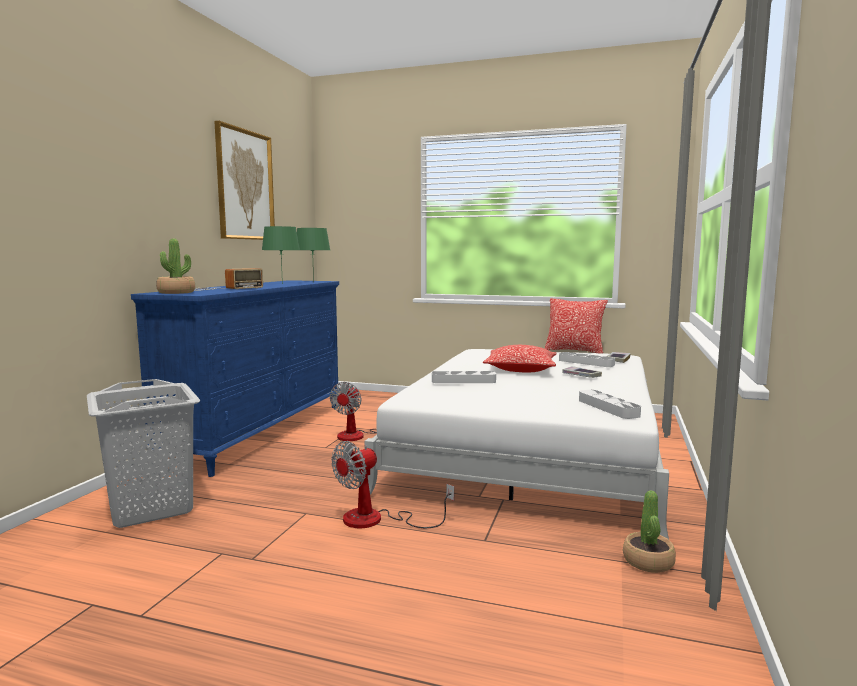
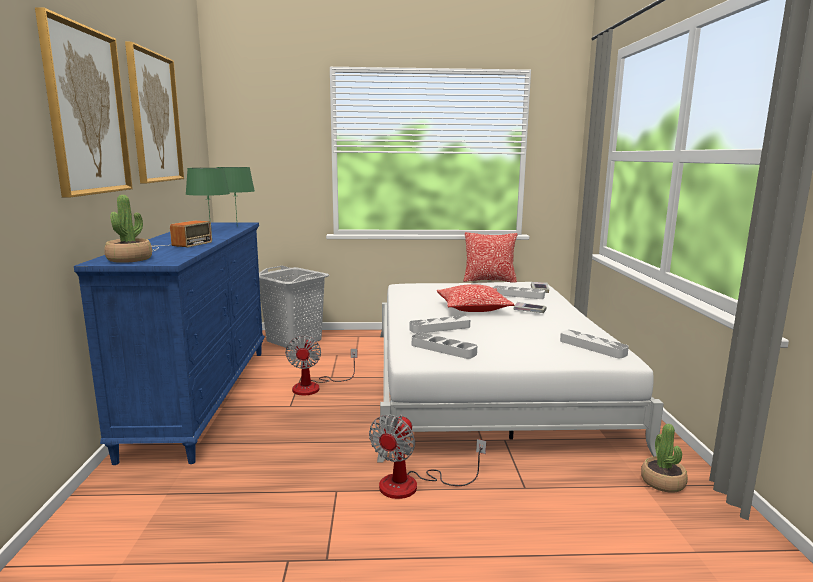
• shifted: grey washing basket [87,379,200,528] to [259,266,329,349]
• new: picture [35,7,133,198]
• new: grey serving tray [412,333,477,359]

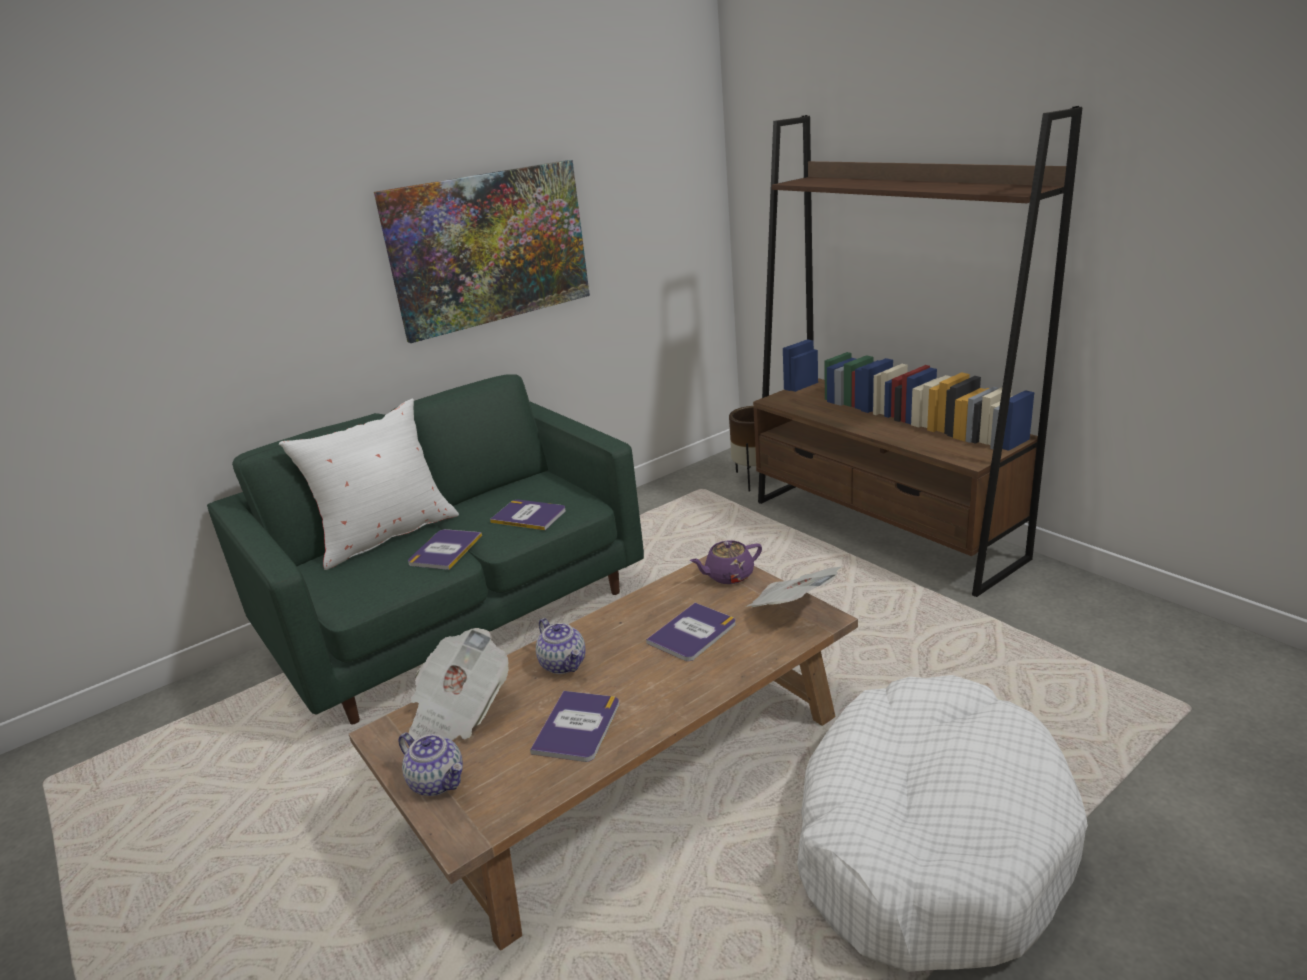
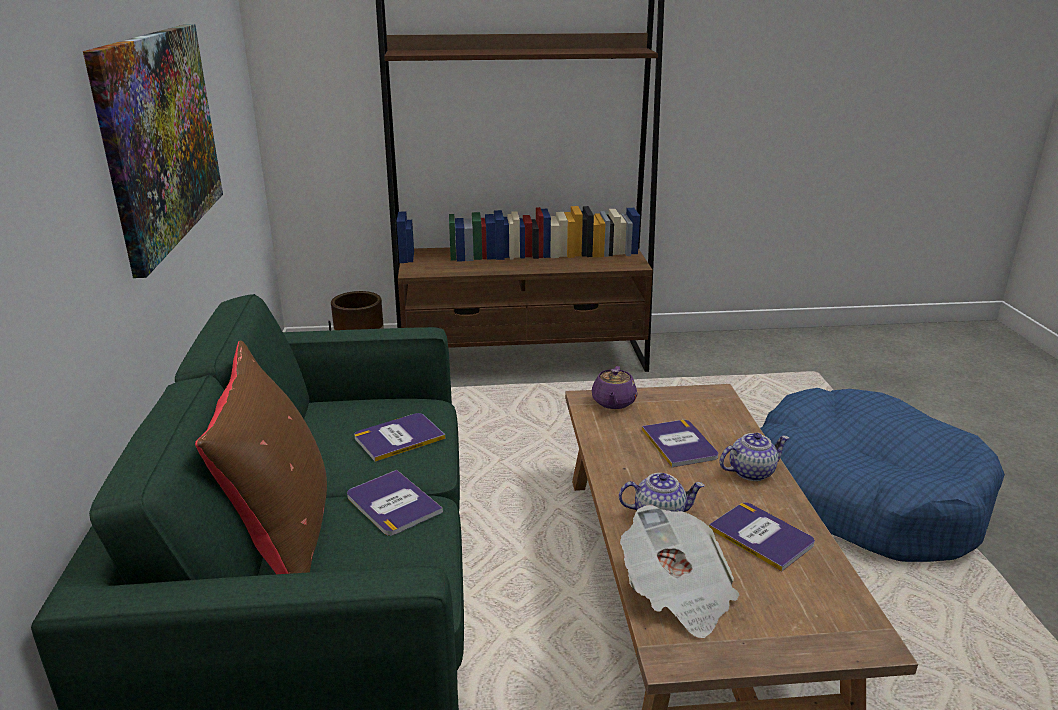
• repainted: whitish throw pillow [279,399,459,570] to brown throw pillow [195,341,327,574]
• shifted: teapot [398,733,463,796] to [720,433,789,481]
• gone: daily paper [746,566,843,607]
• repainted: whitish dog cushion [797,675,1088,972] to blue dog cushion [760,388,1005,562]

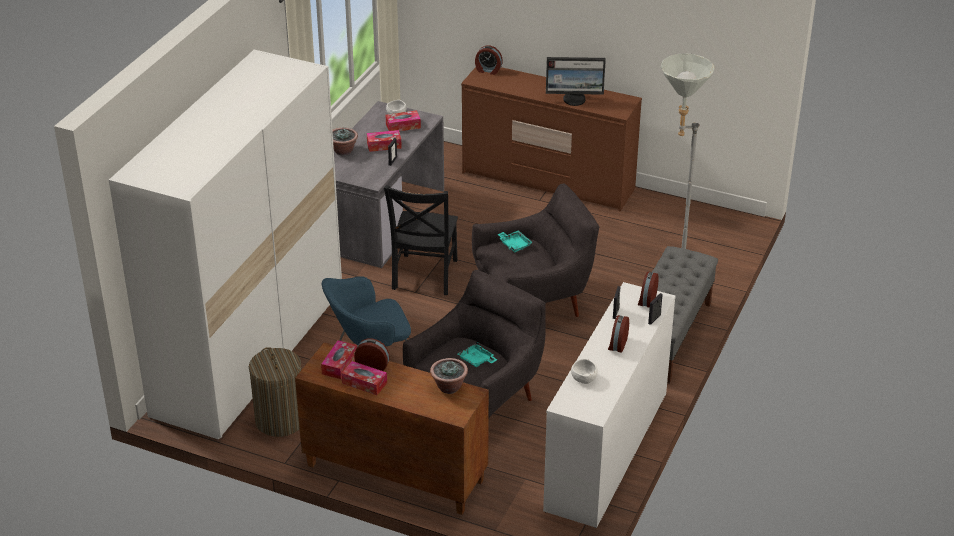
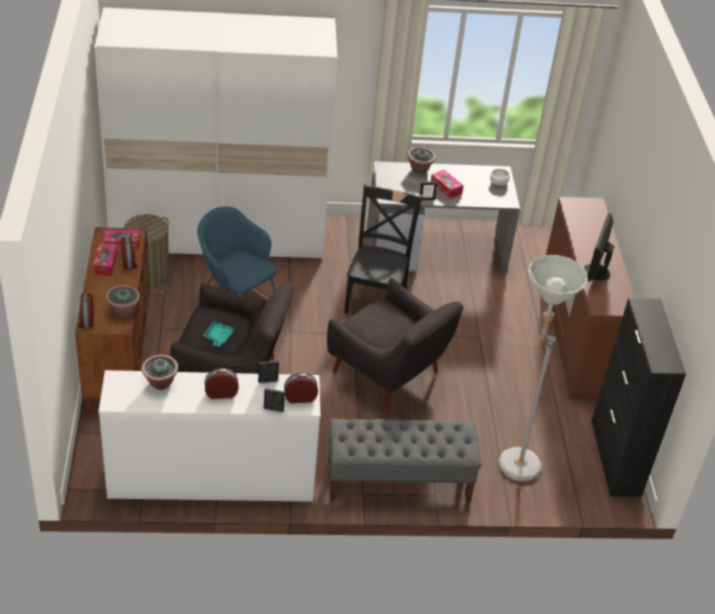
• rotated: blackish chair [384,185,458,295] = [344,183,422,314] 120 degrees clockwise
• gone: tissue holder [386,110,421,131]
• shifted: bedside clock [475,45,502,75] to [79,294,94,328]
• gone: blue-green serving tray [497,230,533,252]
• rotated: computer display [546,57,606,106] = [584,213,614,282] 45 degrees clockwise
• swapped: whitish serving bowl [571,359,598,384] to potted plant [142,355,178,390]
• new: blackish cupboard [591,298,686,497]

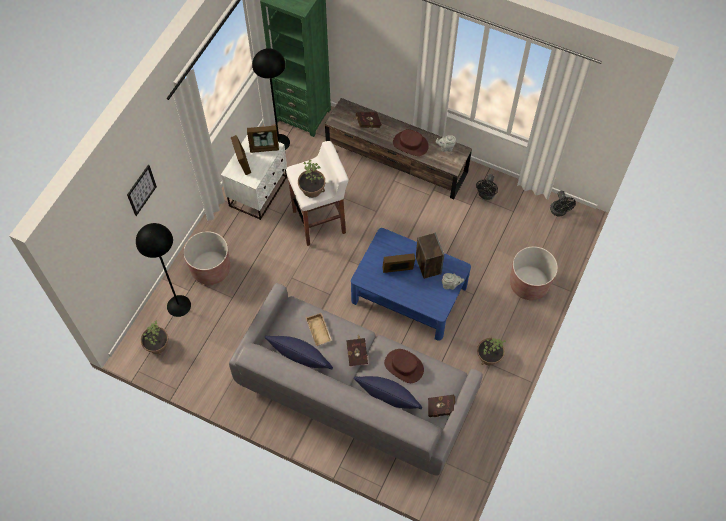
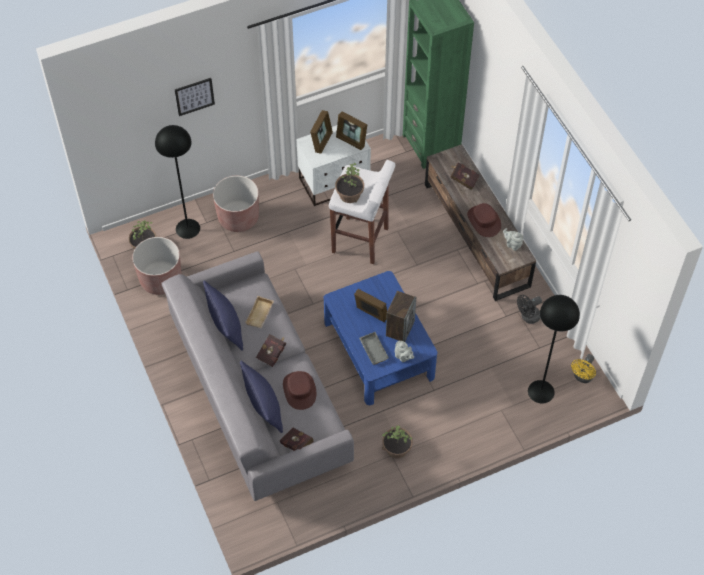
• shifted: blackish floor lamp [252,48,290,150] to [528,295,580,403]
• shifted: brown flower pot [510,246,558,300] to [132,237,182,295]
• repainted: blackish cooling fan [550,191,576,216] to yellow cooling fan [571,354,596,383]
• new: grey serving tray [359,332,389,365]

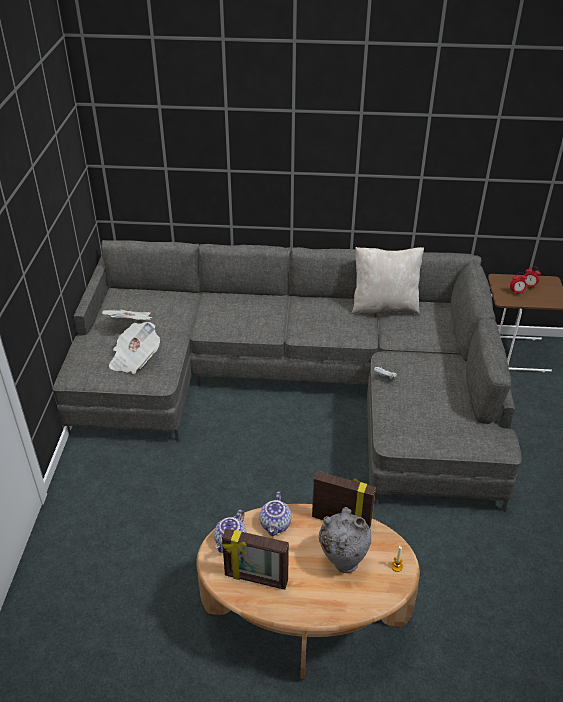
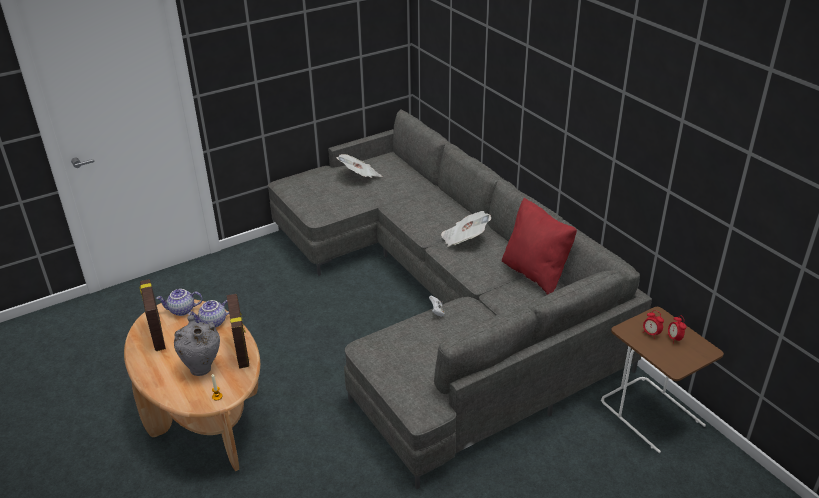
• shifted: daily paper [109,322,160,374] to [441,211,491,247]
• repainted: beige throw pillow [351,247,424,314] to reddish throw pillow [502,197,577,295]

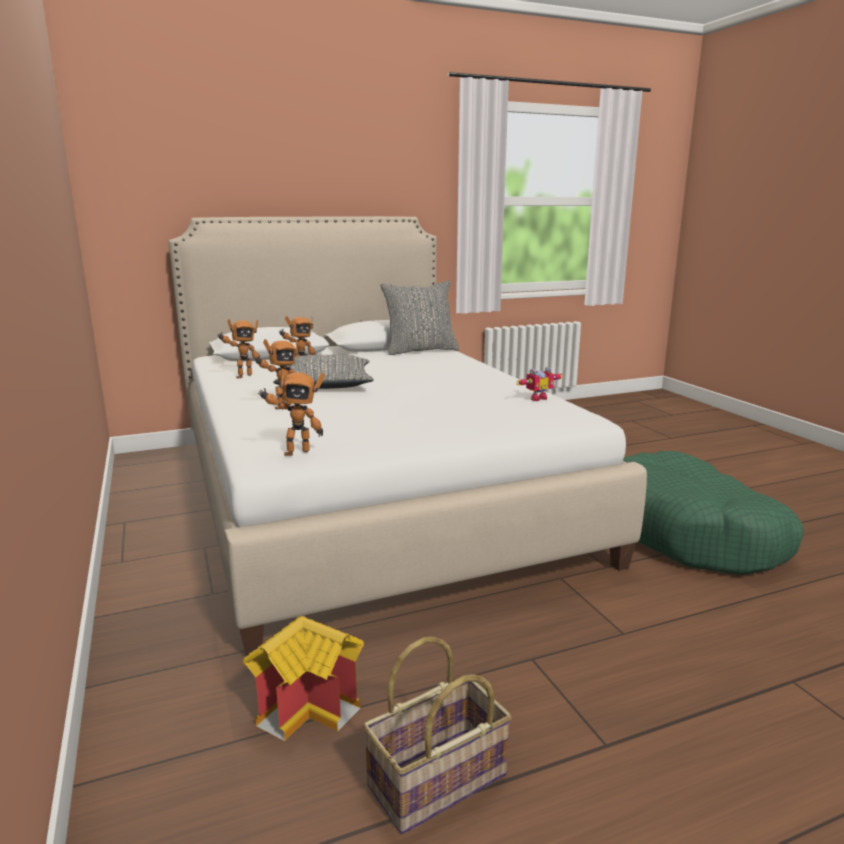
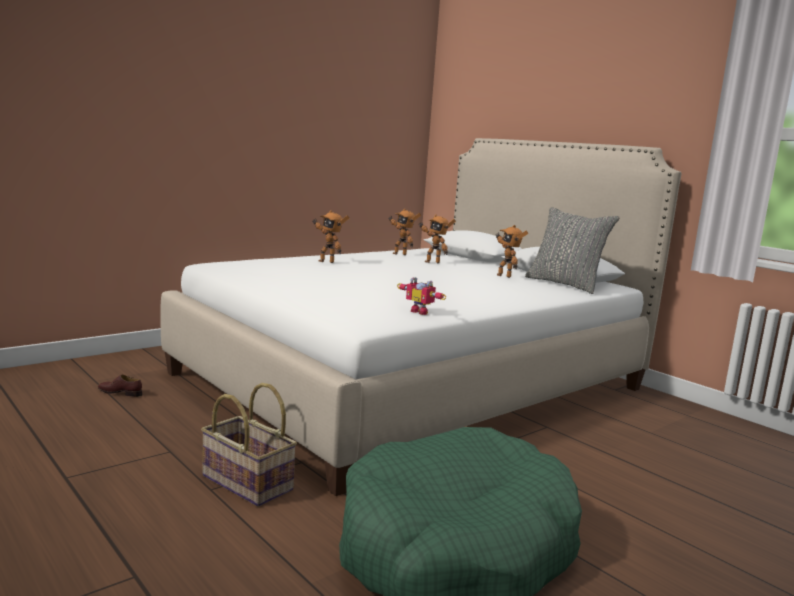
• swapped: model house [243,616,364,741] to brown item of footwear [98,374,142,397]
• shifted: model robot [258,369,325,456] to [496,225,528,278]
• gone: grey throw pillow [273,354,374,389]
• shifted: household basket [363,637,512,834] to [201,383,297,507]

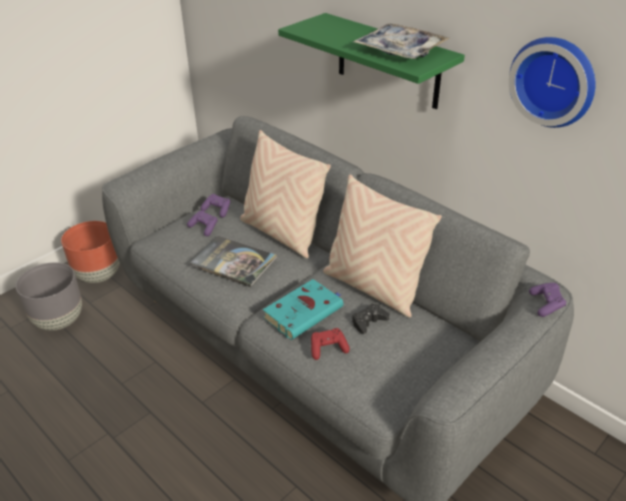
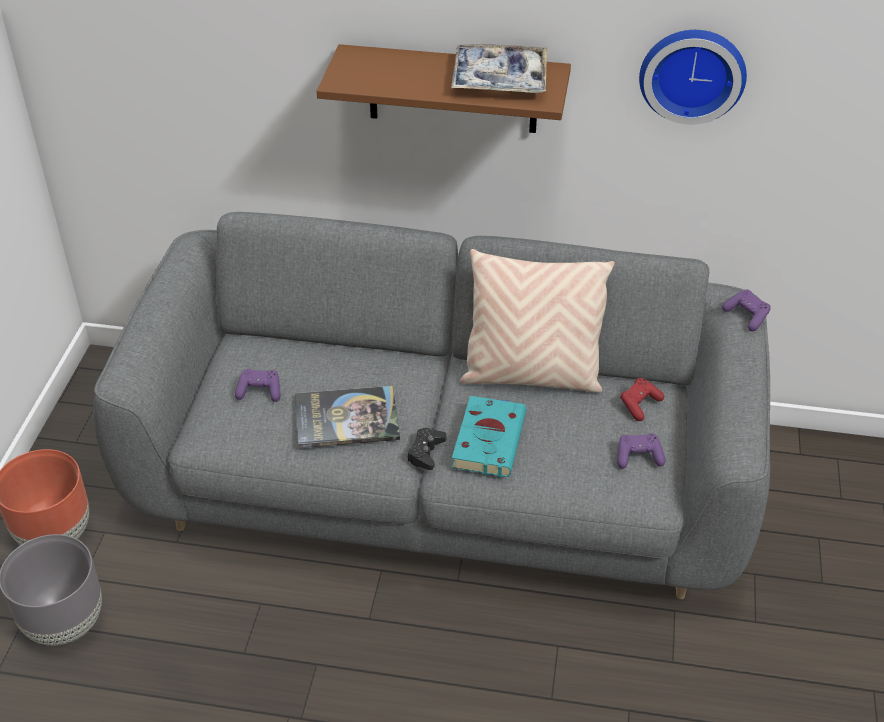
• shifted: purple joypad [201,194,230,218] to [617,433,666,469]
• gone: beige throw pillow [240,130,331,258]
• repainted: green wall shelf [278,13,465,109] to brown wall shelf [317,44,571,133]
• shifted: reddish joypad [311,328,350,360] to [620,378,664,421]
• shifted: blackish joypad [352,304,390,334] to [407,428,446,470]

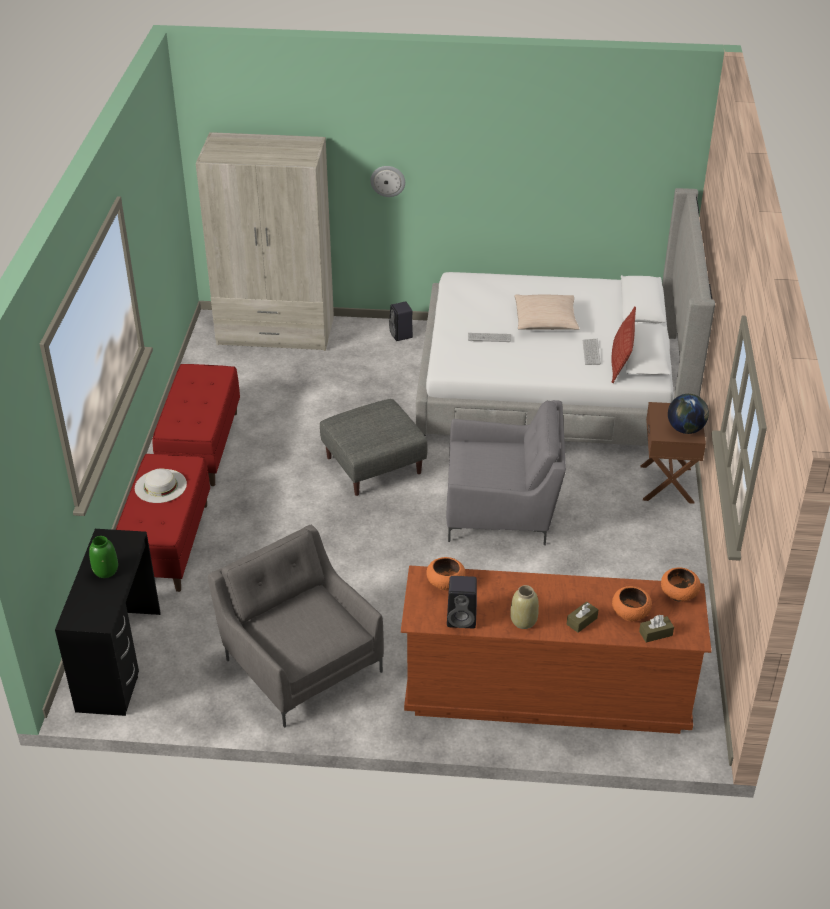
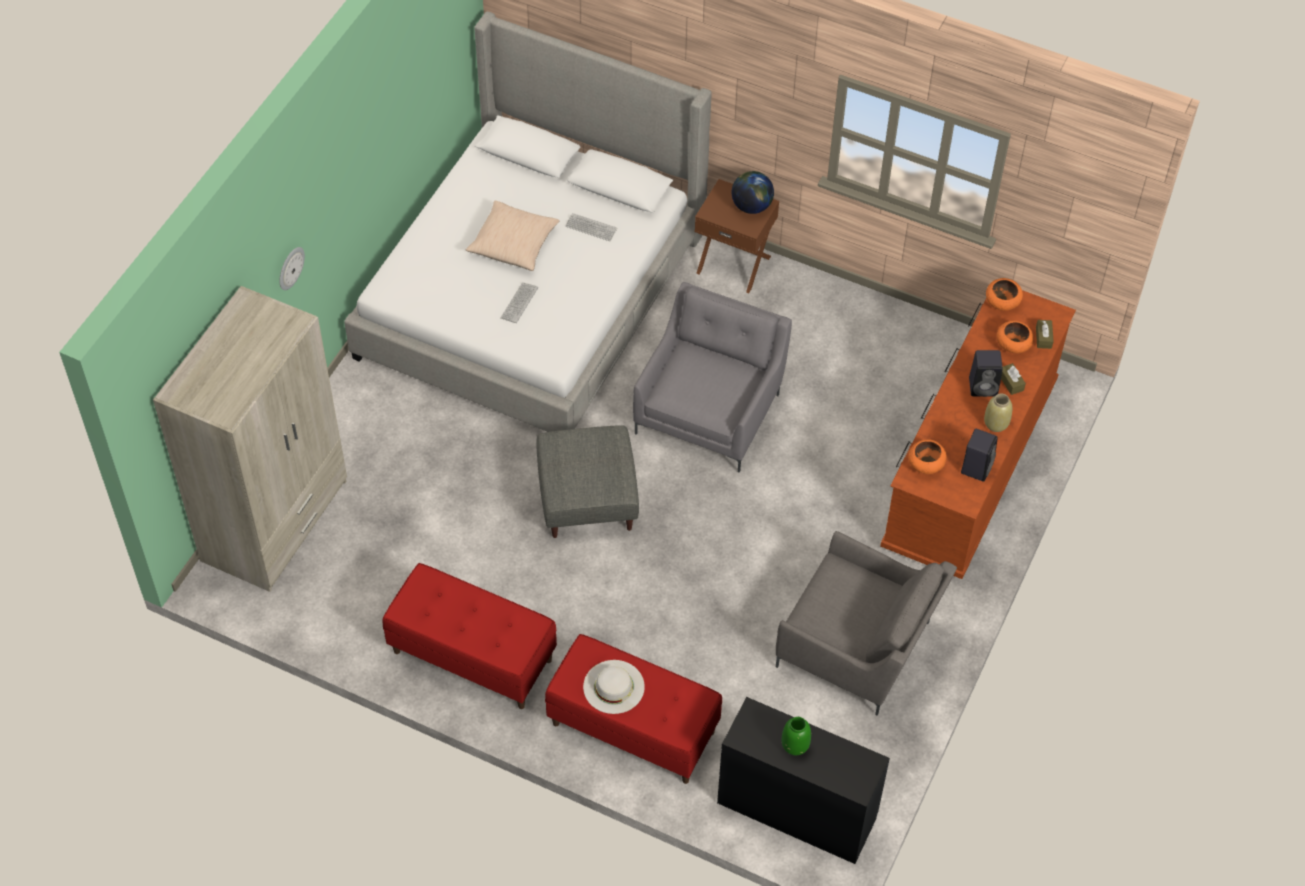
• rotated: grey easy chair [208,525,384,728] = [776,531,957,716] 135 degrees counterclockwise
• shifted: blackish speaker [389,302,413,341] to [969,350,1003,397]
• gone: throw pillow [611,307,636,383]

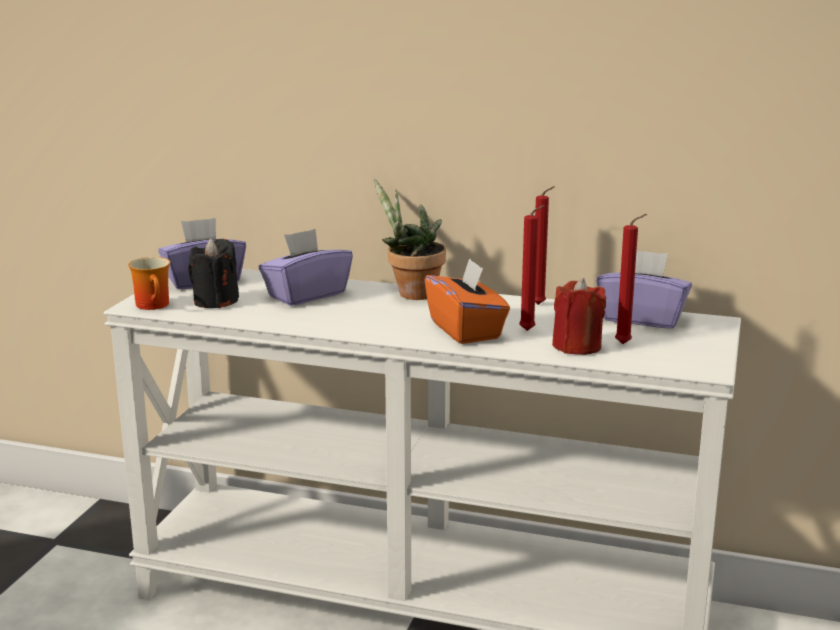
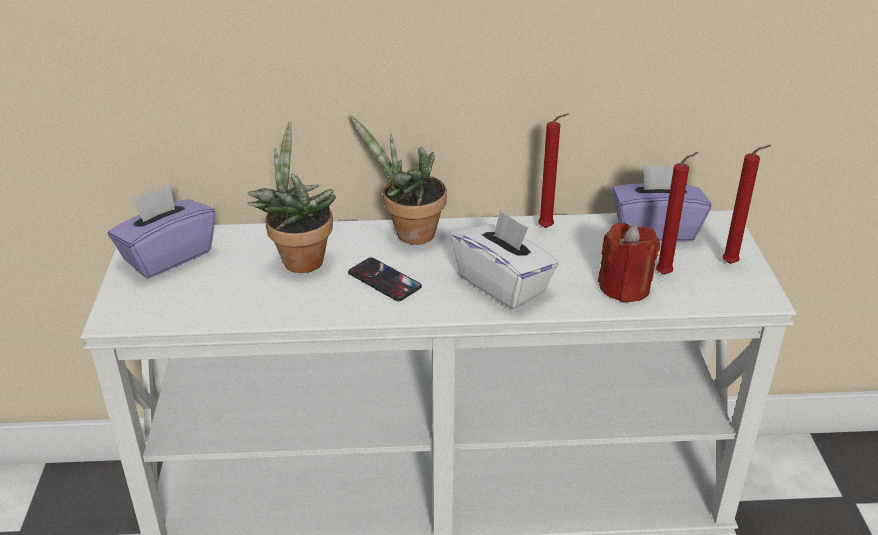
• gone: mug [128,257,170,310]
• gone: blackish wax candle [188,238,239,308]
• swapped: purple tissue holder [259,229,353,306] to potted plant [247,121,336,273]
• repainted: orange tissue holder [425,258,510,344] to whitish tissue holder [451,210,559,309]
• shifted: reddish wax candle [519,205,545,331] to [722,145,771,264]
• new: handset [348,258,422,301]

